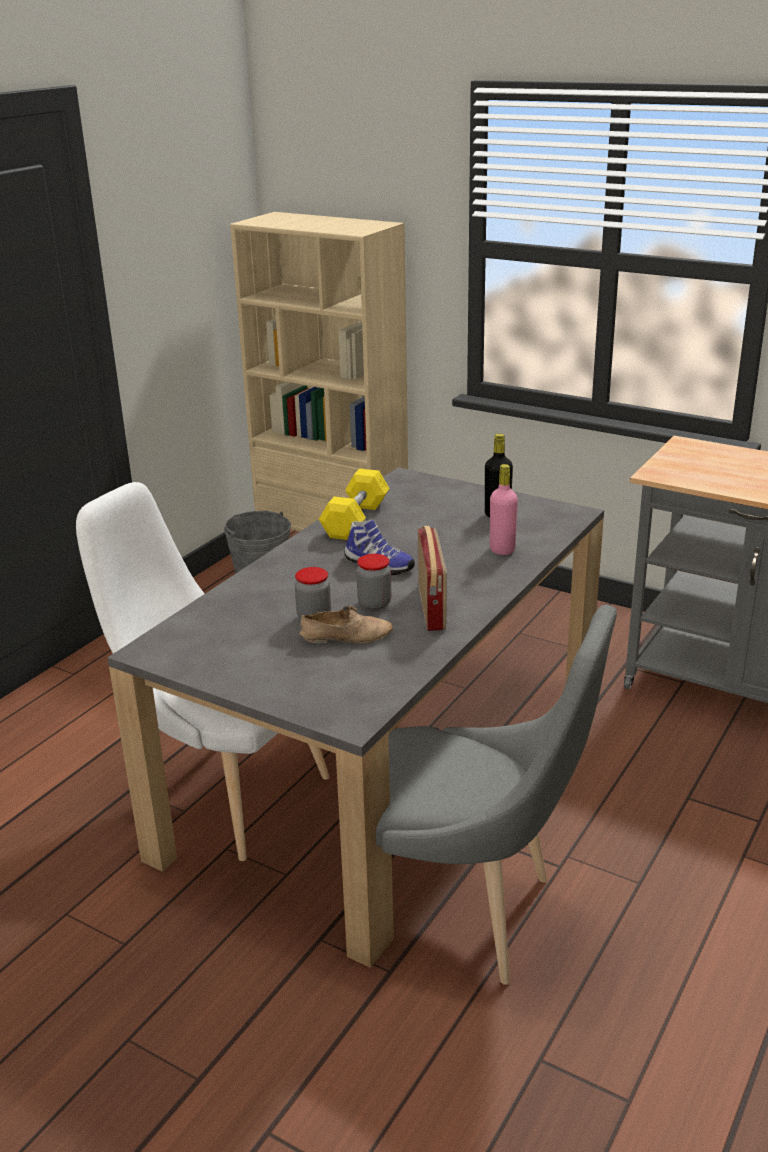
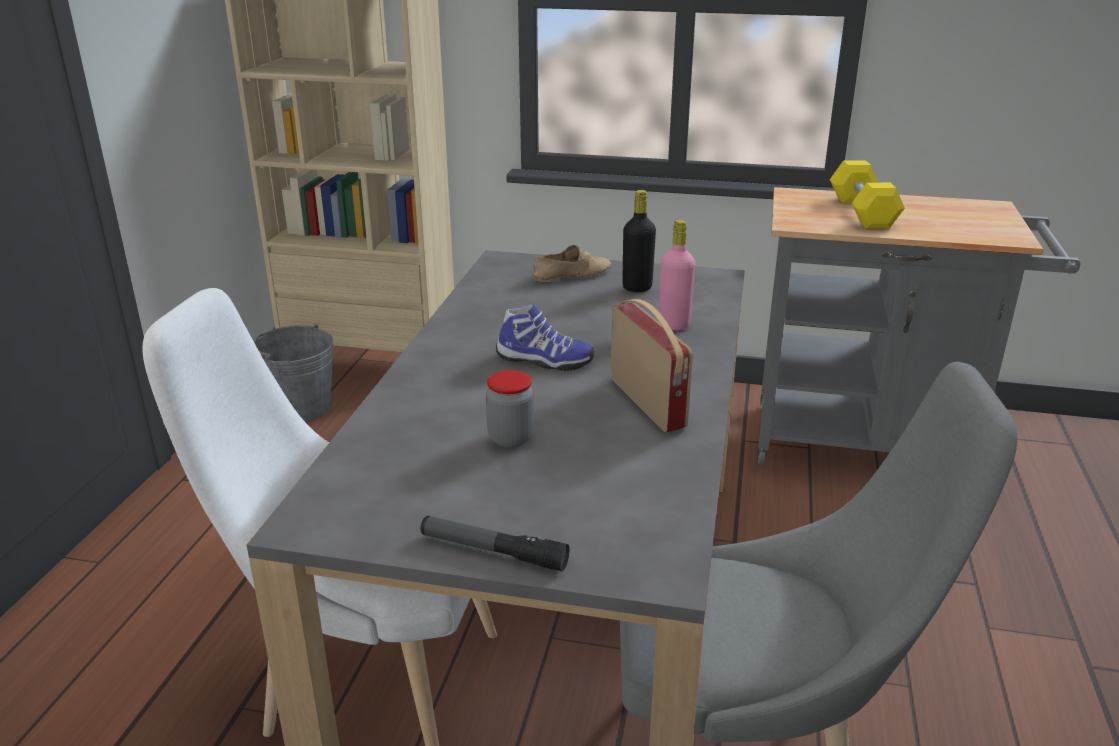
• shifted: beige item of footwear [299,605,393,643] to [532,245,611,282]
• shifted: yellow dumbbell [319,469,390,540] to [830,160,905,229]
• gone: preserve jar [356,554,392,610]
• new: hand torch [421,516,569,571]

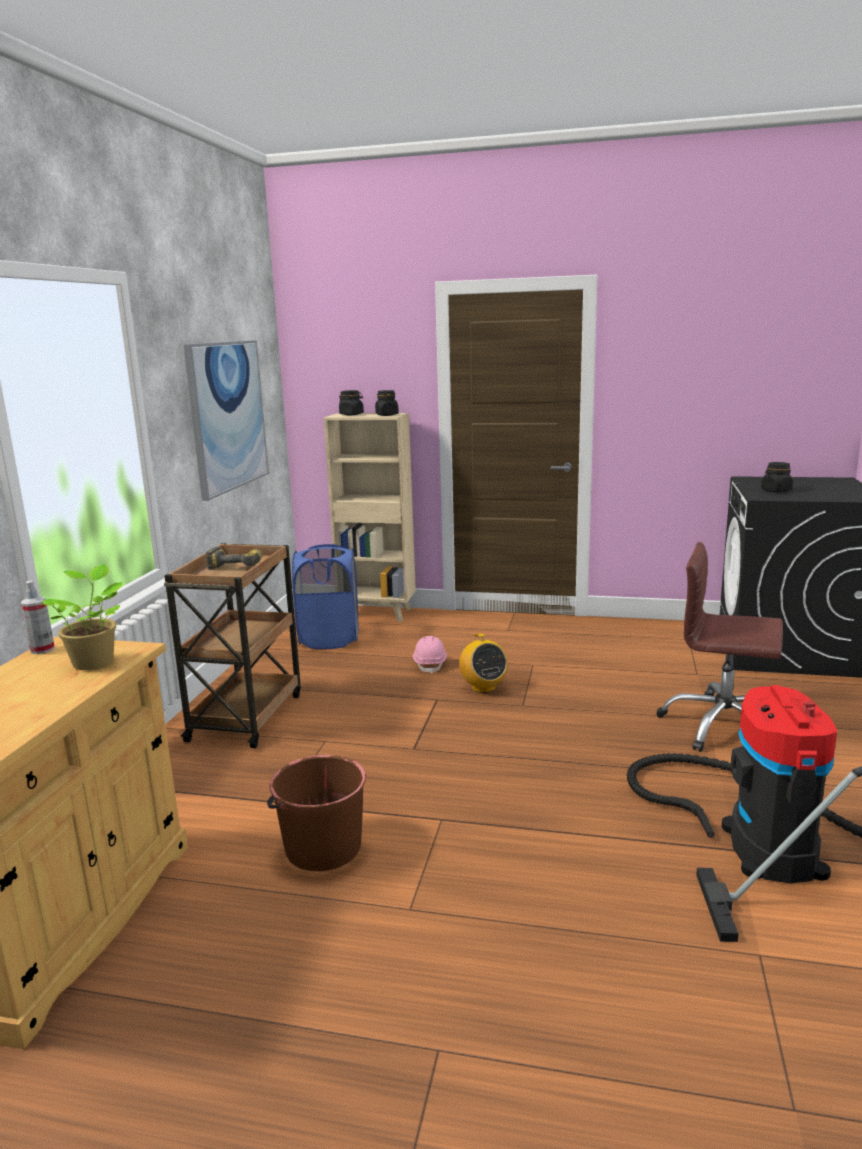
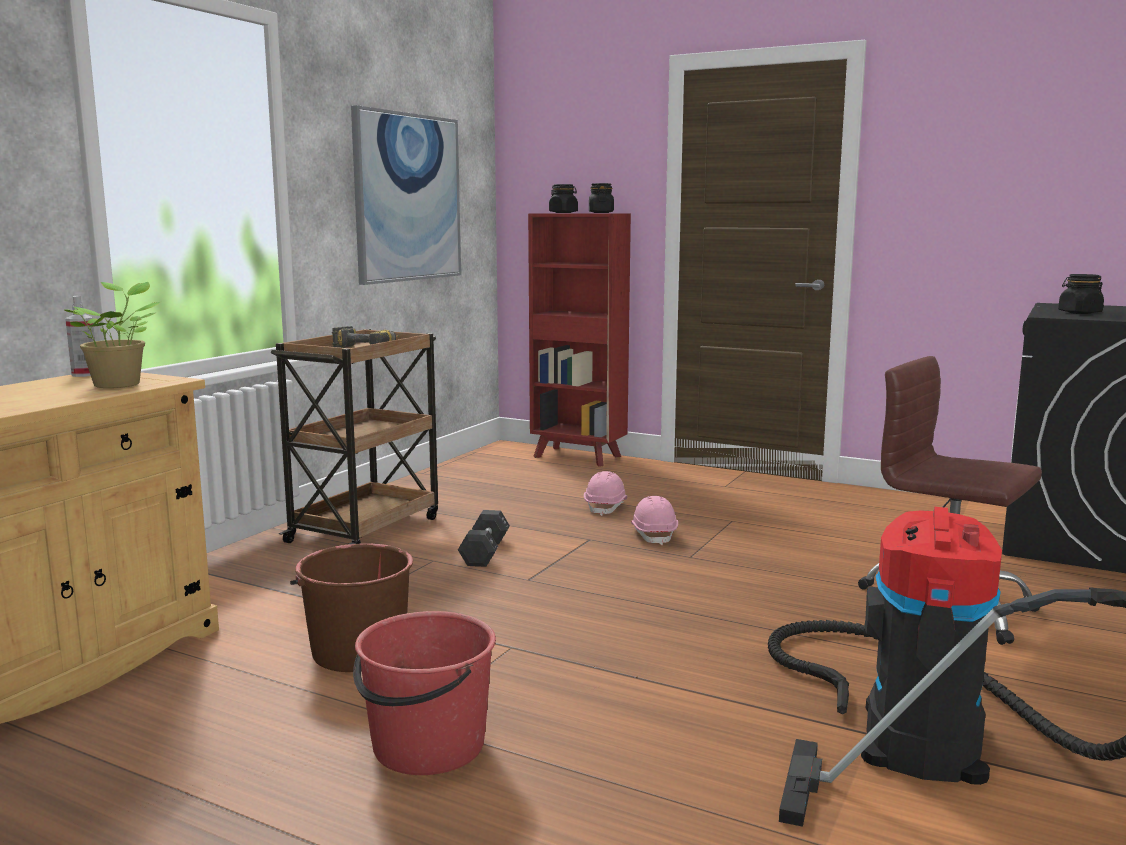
• gone: blue washing basket [292,544,358,649]
• repainted: beige bookcase [324,413,416,622] to reddish bookcase [528,213,631,467]
• swapped: radio set [459,633,508,693] to pink hard hat [631,496,678,545]
• new: reddish pail [353,611,496,775]
• new: blackish dumbbell [458,510,510,567]

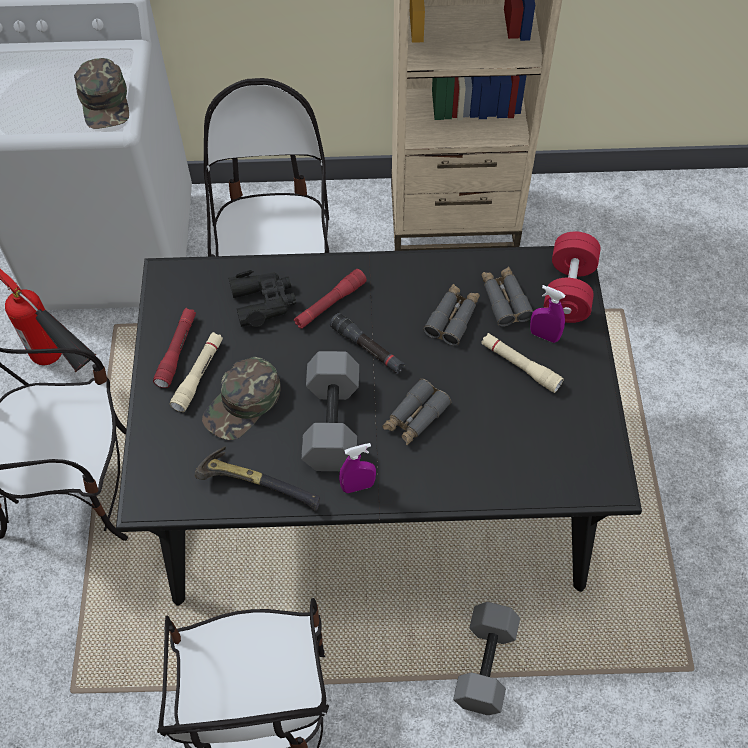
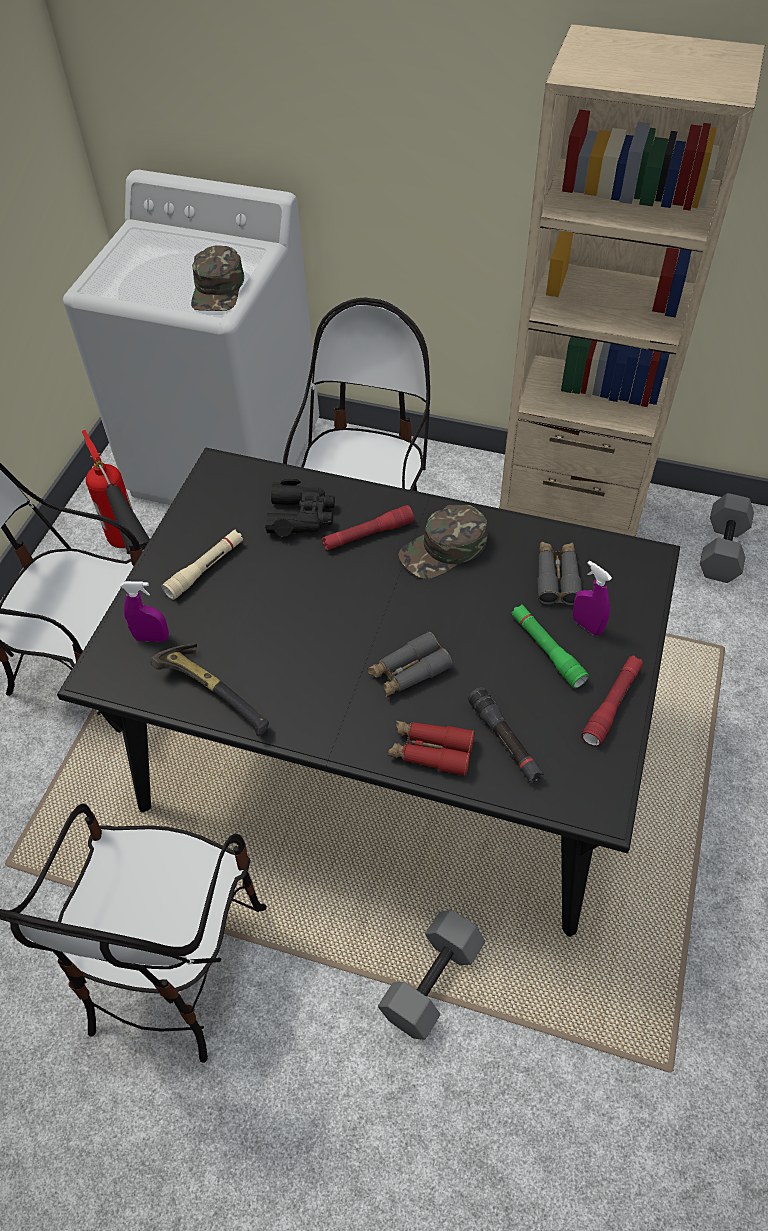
• shifted: reddish hand torch [153,308,196,388] to [581,656,643,747]
• shifted: green peaked cap [202,357,281,440] to [398,505,488,579]
• shifted: grey dumbbell [301,351,359,471] to [700,493,754,583]
• shifted: blackish hand torch [330,313,405,374] to [468,687,544,784]
• shifted: purple hand sprayer [339,443,376,493] to [120,581,169,642]
• gone: grey binoculars [423,284,480,346]
• repainted: beige hand torch [481,333,564,393] to green hand torch [512,604,589,688]
• gone: reddish dumbbell [544,231,601,323]
• new: reddish binoculars [388,721,475,776]

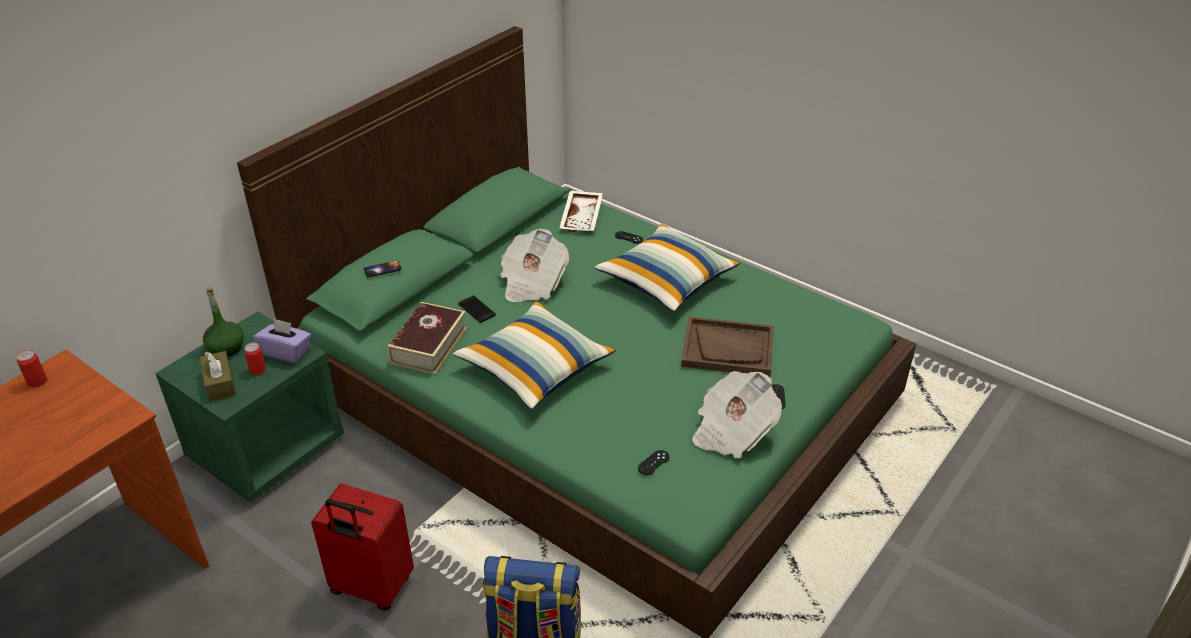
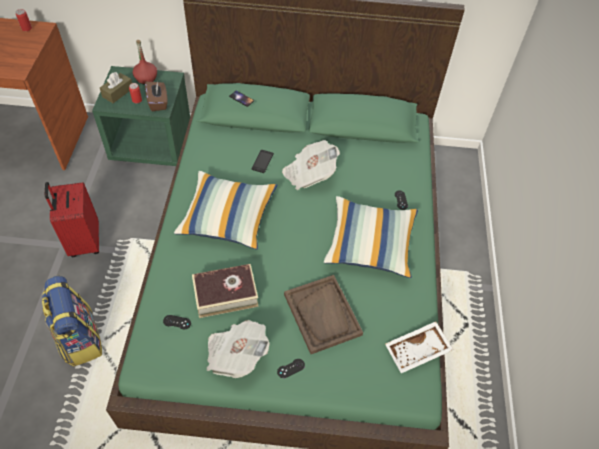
• repainted: green drink bottle [203,287,244,357] to reddish drink bottle [133,40,157,85]
• repainted: purple tissue holder [253,318,311,363] to brown tissue holder [145,81,168,111]
• shifted: book [388,302,467,375] to [192,264,259,318]
• shifted: whitish serving tray [559,191,603,232] to [385,321,453,373]

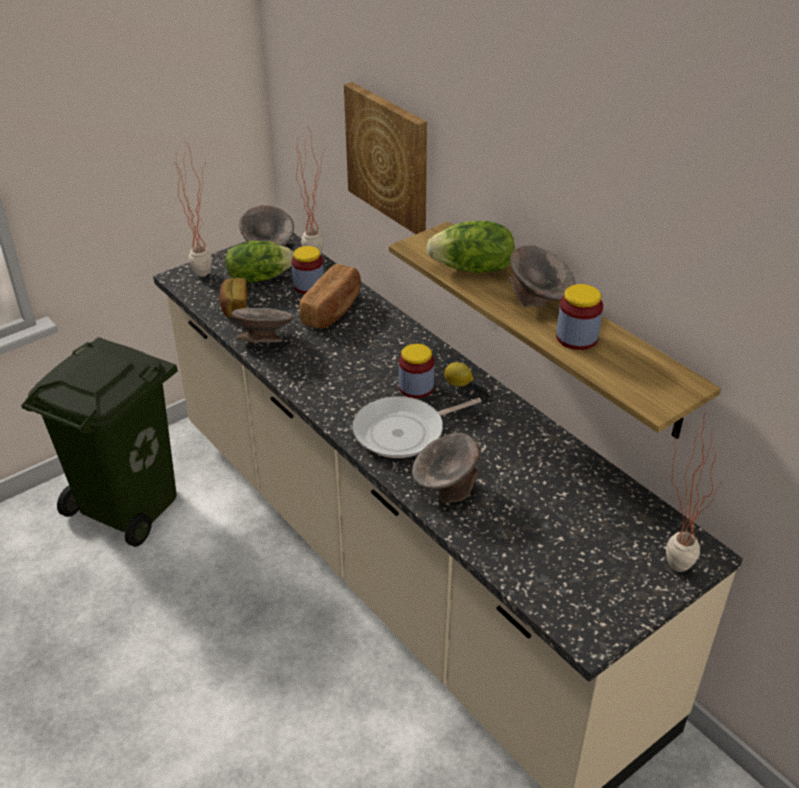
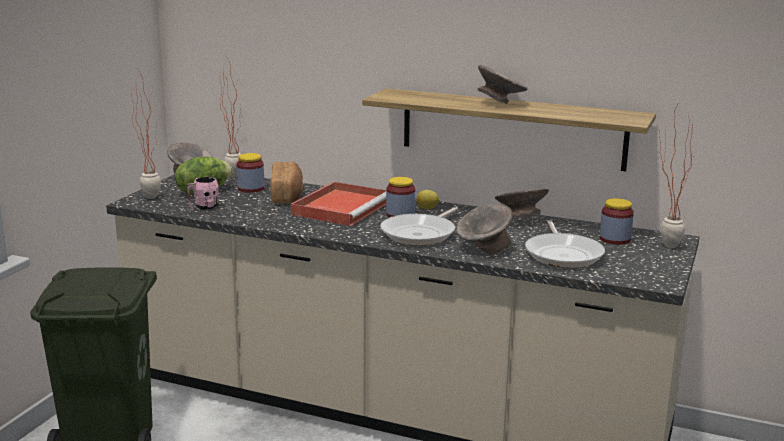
• swapped: bread [219,277,248,318] to pink mug [187,177,219,210]
• shifted: grey serving bowl [231,308,294,343] to [495,188,549,218]
• gone: picture [344,82,427,234]
• gone: lettuce head [427,221,515,273]
• shifted: preserve jar [556,284,603,350] to [600,198,634,245]
• new: reddish serving tray [291,182,386,226]
• new: skillet [525,221,605,268]

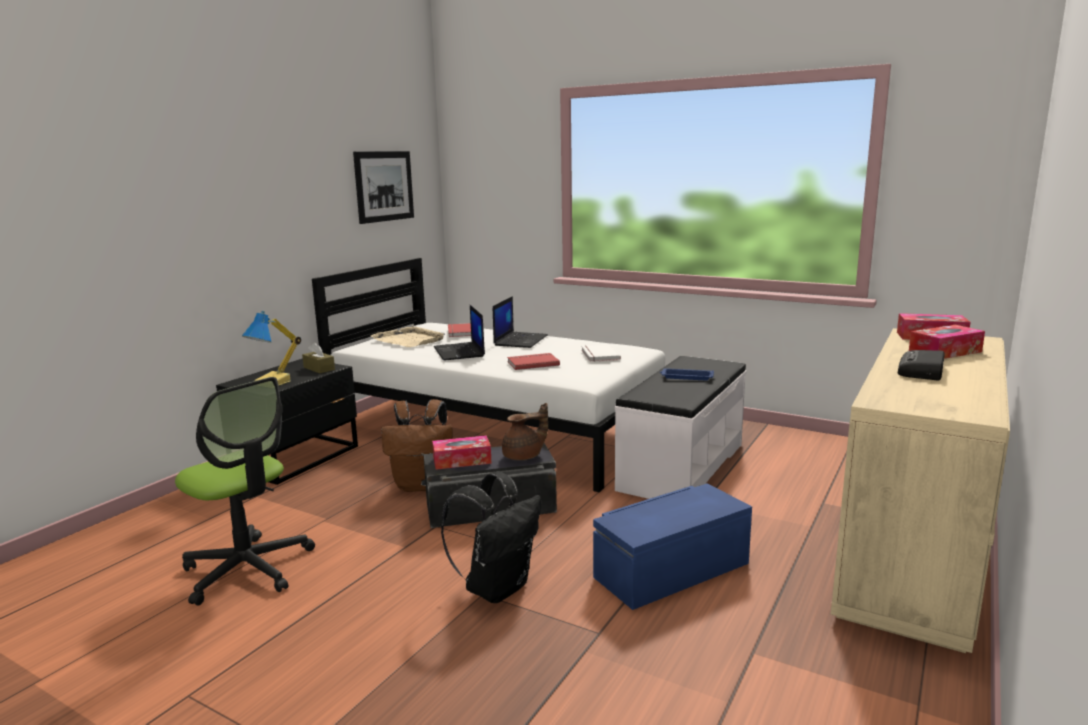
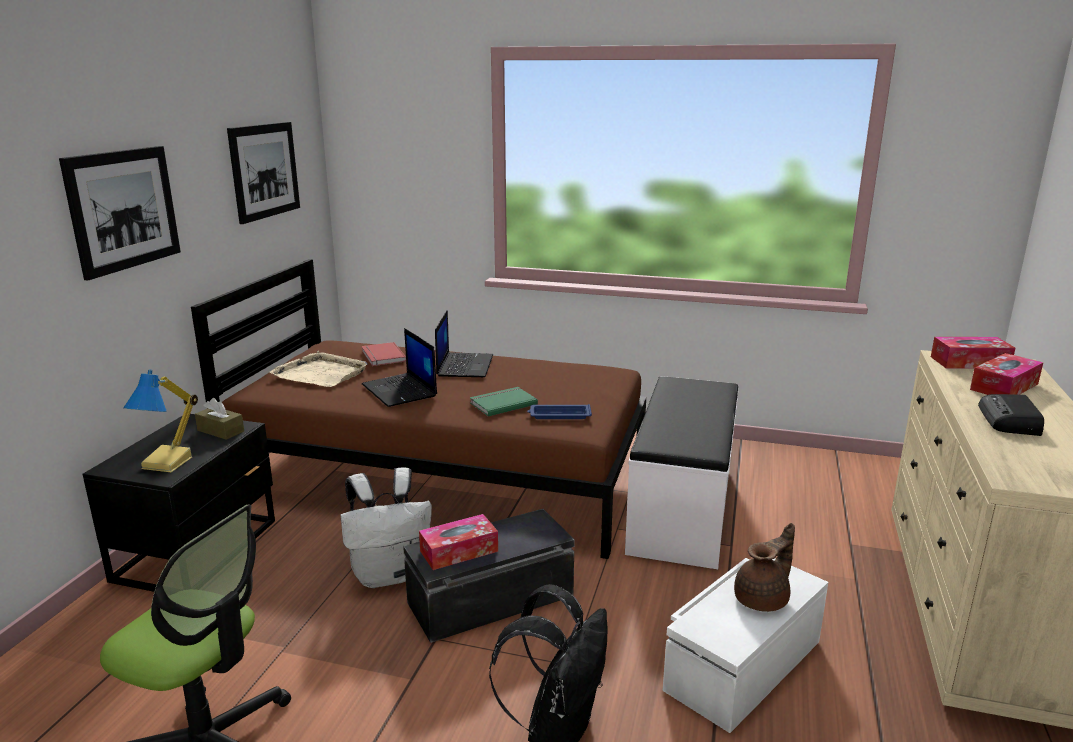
• repainted: whitish bed [312,258,665,492] to brown bed [191,259,646,559]
• repainted: brown backpack [381,399,452,492] to whitish backpack [341,467,432,588]
• shifted: brown teapot [502,403,548,460] to [734,523,795,612]
• repainted: reddish book [507,353,560,370] to green book [470,387,538,416]
• gone: whitish book [581,344,621,362]
• repainted: blue storage bin [593,483,752,610] to whitish storage bin [663,558,828,733]
• shifted: blue serving tray [660,368,714,381] to [527,404,592,419]
• new: picture [59,146,181,280]

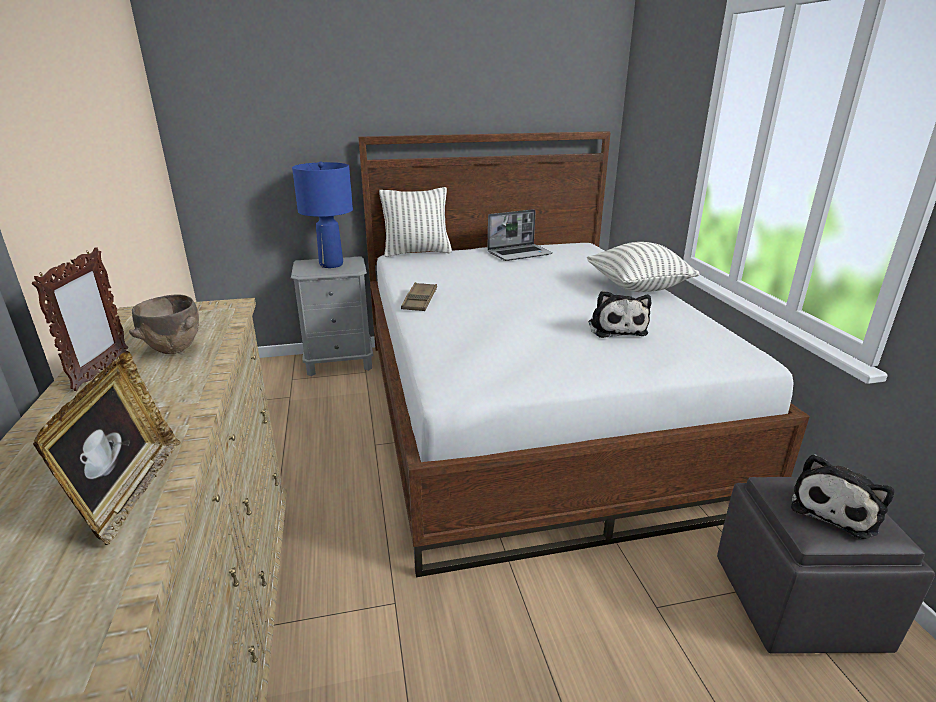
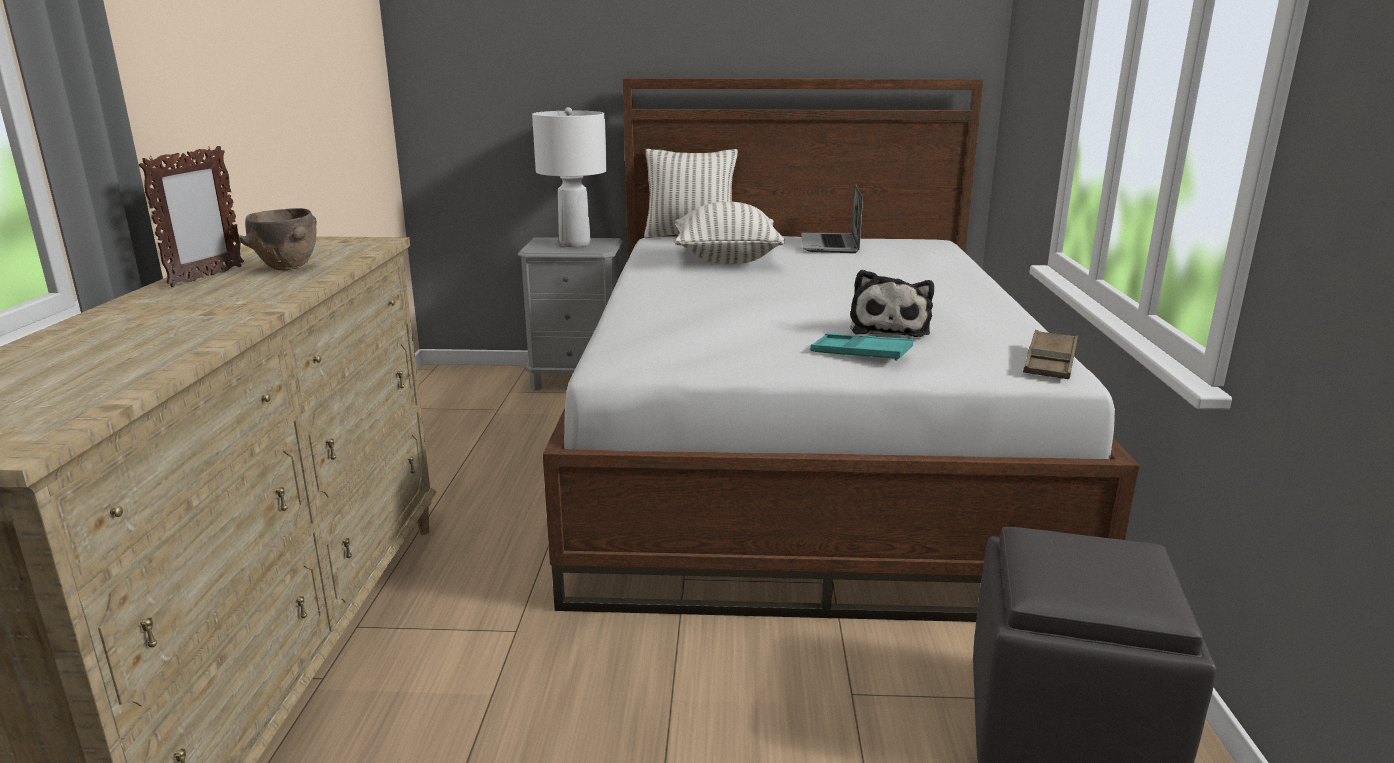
• gone: picture frame [33,351,180,545]
• repainted: blue table lamp [292,161,353,268] to whitish table lamp [532,107,607,247]
• shifted: brown serving tray [401,282,437,311] to [1023,330,1078,379]
• rotated: notebook computer [487,209,553,261] = [801,184,863,253] 105 degrees clockwise
• shifted: throw pillow [587,242,700,292] to [675,201,785,264]
• gone: cuddly toy [791,454,894,539]
• new: blue-green serving tray [810,333,913,361]

